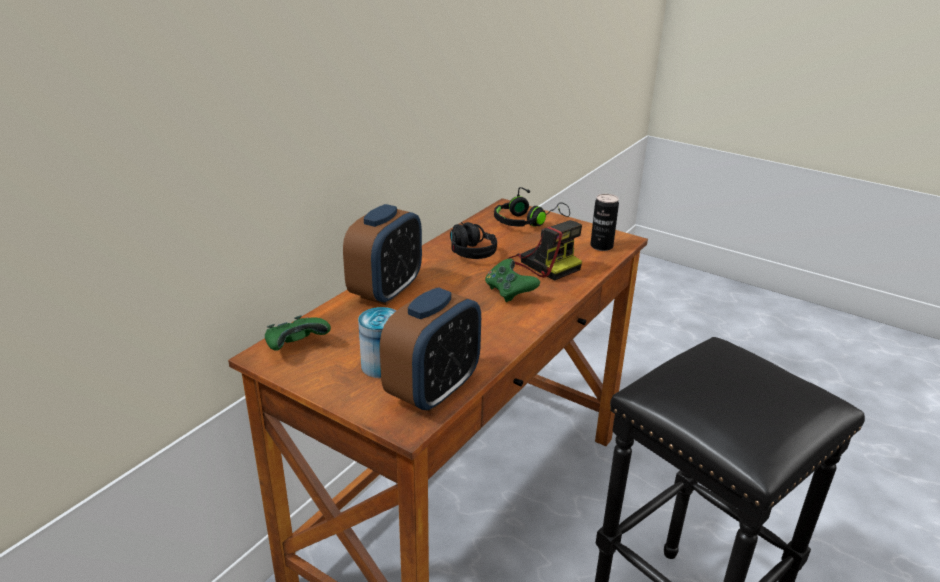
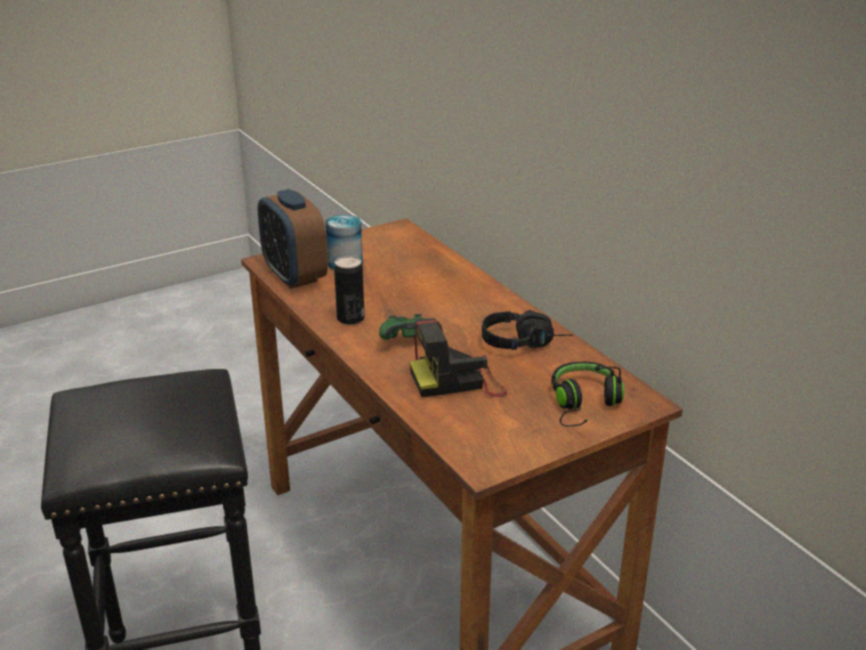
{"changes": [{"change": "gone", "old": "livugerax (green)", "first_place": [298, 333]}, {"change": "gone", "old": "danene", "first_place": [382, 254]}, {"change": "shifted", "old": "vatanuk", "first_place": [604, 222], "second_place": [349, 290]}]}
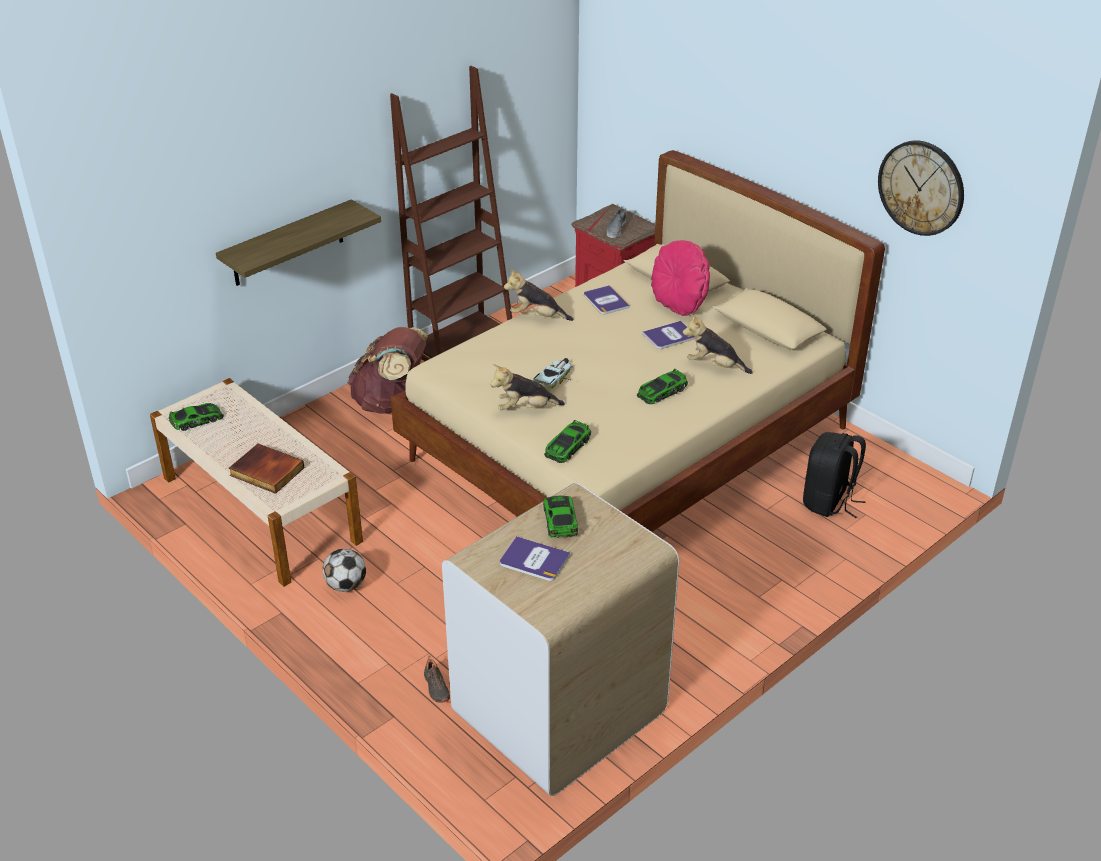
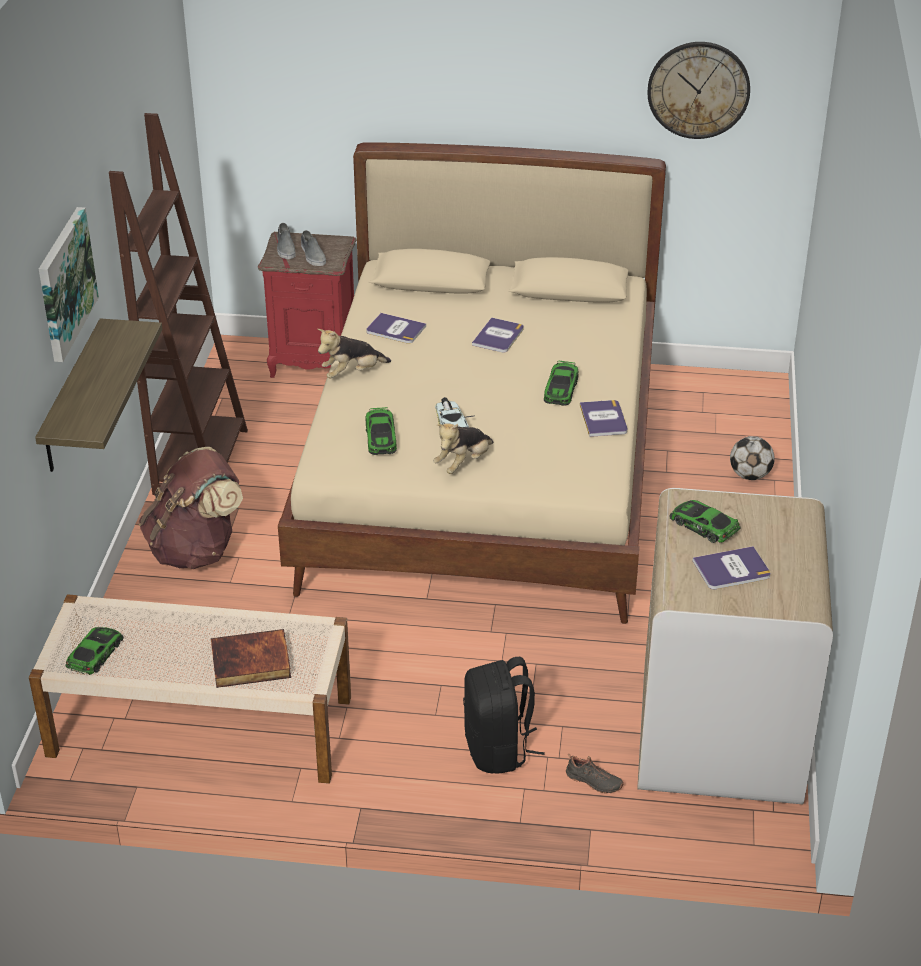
{"changes": [{"change": "shifted", "old": "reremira", "first_place": [344, 570], "second_place": [752, 458]}, {"change": "shifted", "old": "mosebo", "first_place": [567, 441], "second_place": [381, 431]}, {"change": "gone", "old": "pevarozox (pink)", "first_place": [680, 278]}, {"change": "gone", "old": "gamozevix", "first_place": [718, 344]}, {"change": "shifted", "old": "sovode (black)", "first_place": [834, 475], "second_place": [504, 715]}, {"change": "new", "new": "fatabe", "second_place": [69, 284]}, {"change": "new", "new": "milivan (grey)", "second_place": [286, 241]}, {"change": "new", "new": "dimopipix", "second_place": [604, 418]}]}
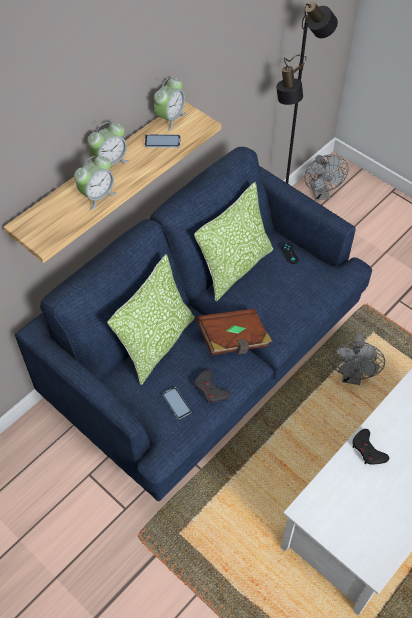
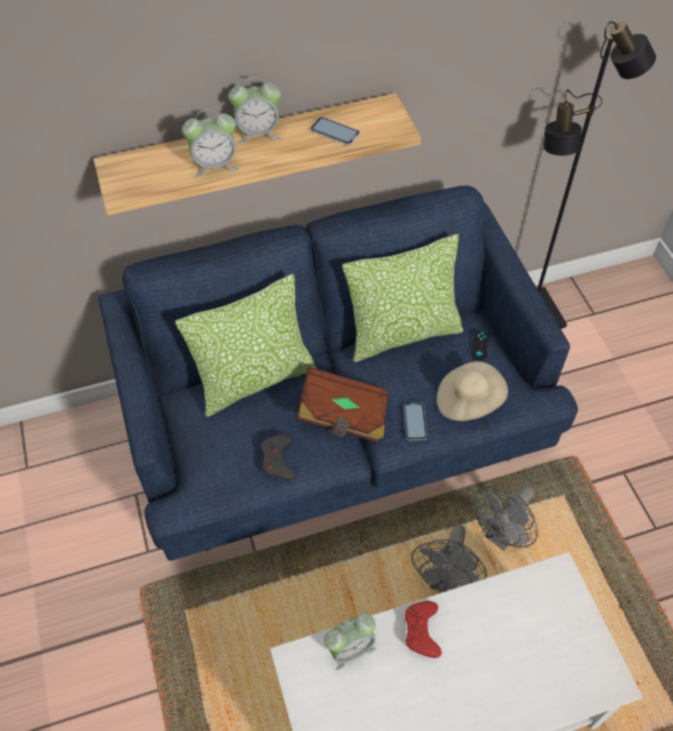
{"changes": [{"change": "shifted", "old": "danene", "first_place": [170, 104], "second_place": [350, 641]}, {"change": "shifted", "old": "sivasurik", "first_place": [177, 403], "second_place": [415, 422]}, {"change": "shifted", "old": "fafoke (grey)", "first_place": [326, 177], "second_place": [449, 558]}, {"change": "repainted", "old": "livugerax (black)", "new": "livugerax (red)", "first_place": [370, 447], "second_place": [423, 629]}, {"change": "new", "new": "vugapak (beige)", "second_place": [472, 391]}]}
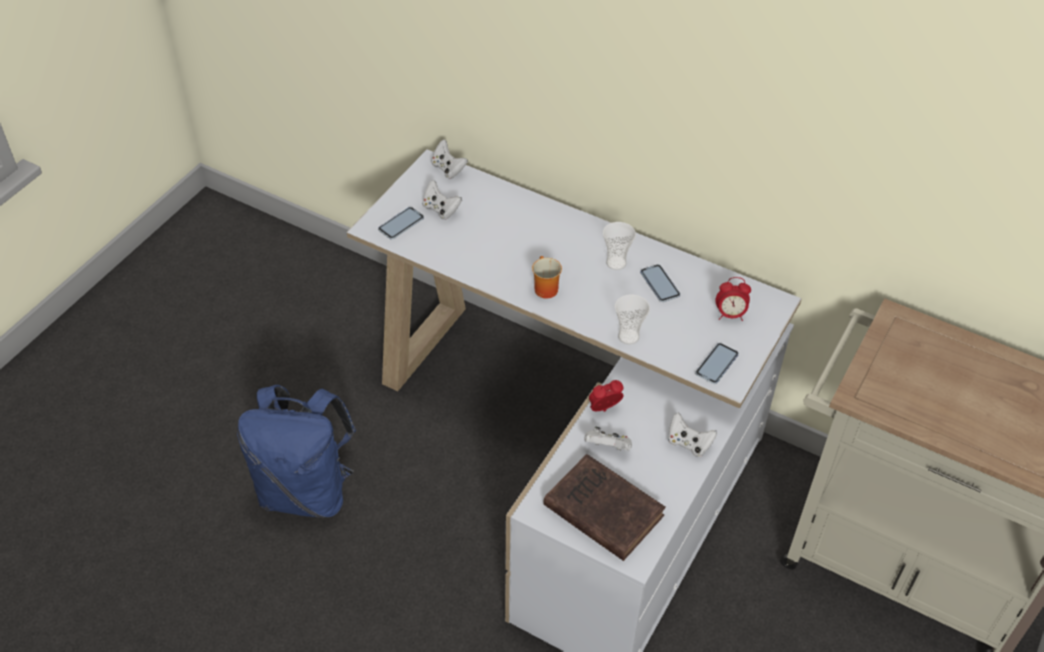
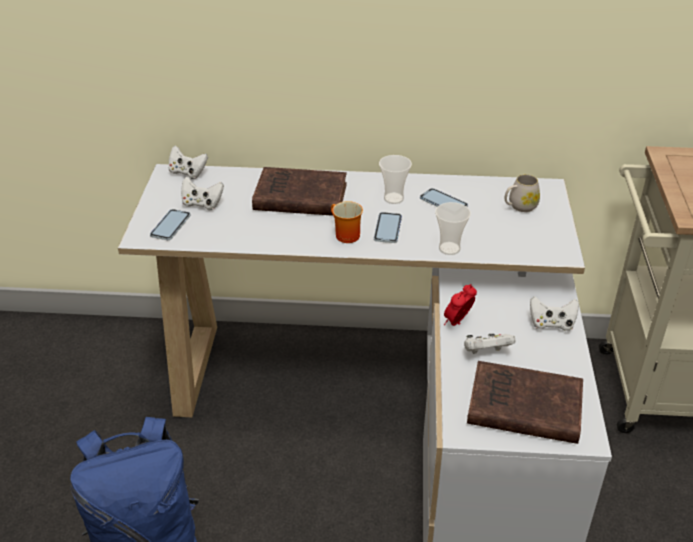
{"changes": [{"change": "shifted", "old": "sivasurik", "first_place": [717, 363], "second_place": [388, 227]}, {"change": "swapped", "old": "danene", "new": "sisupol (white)", "first_place": [733, 299], "second_place": [522, 193]}, {"change": "new", "new": "dimopipix (brown)", "second_place": [299, 191]}]}
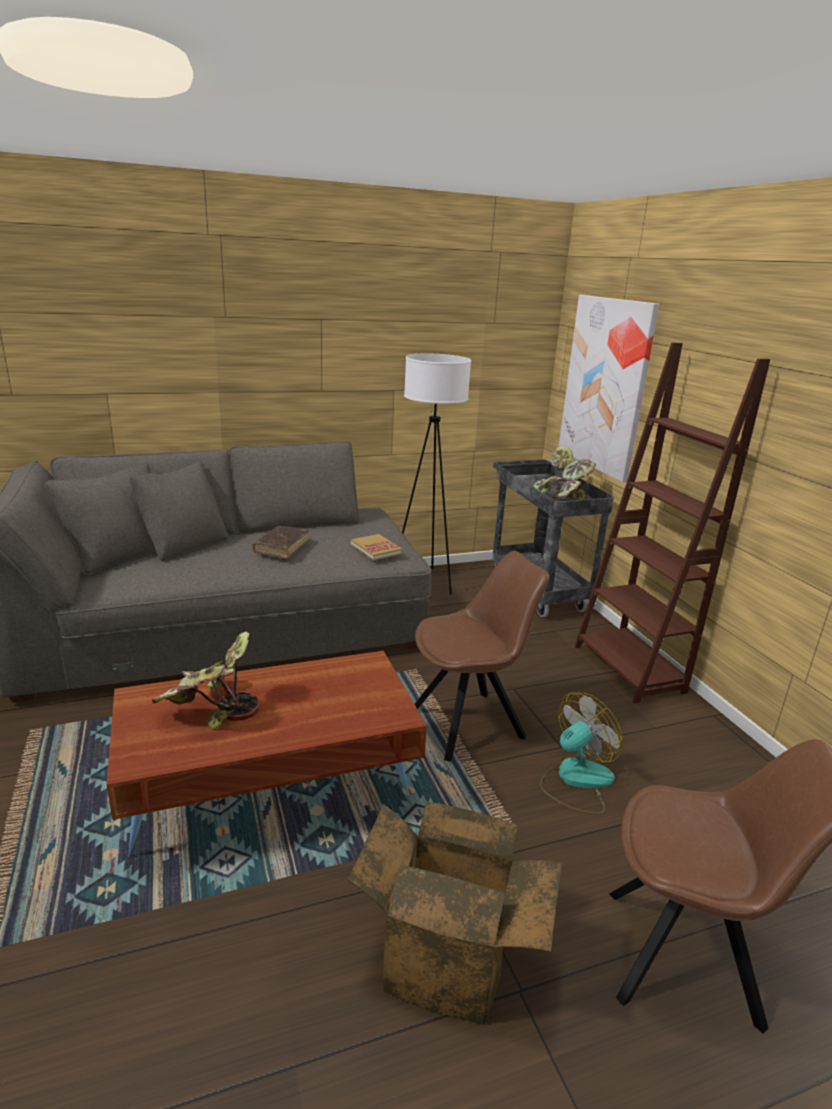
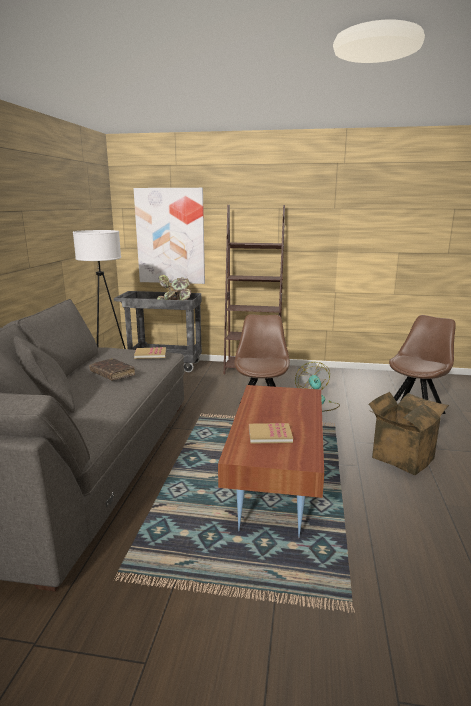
{"changes": [{"change": "swapped", "old": "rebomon", "new": "dimopipix", "first_place": [206, 680], "second_place": [271, 433]}]}
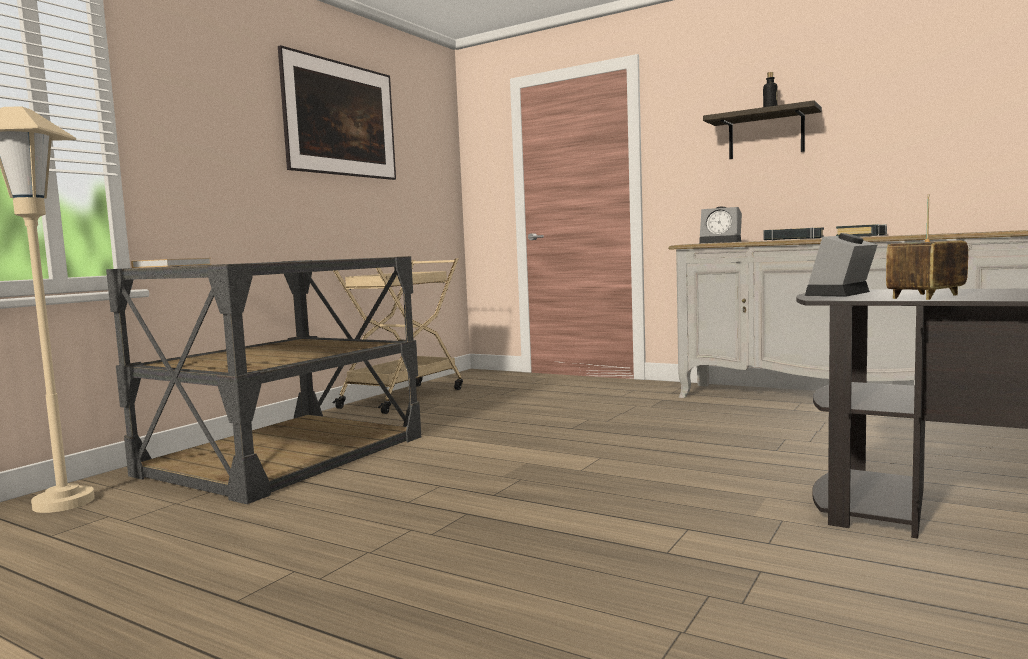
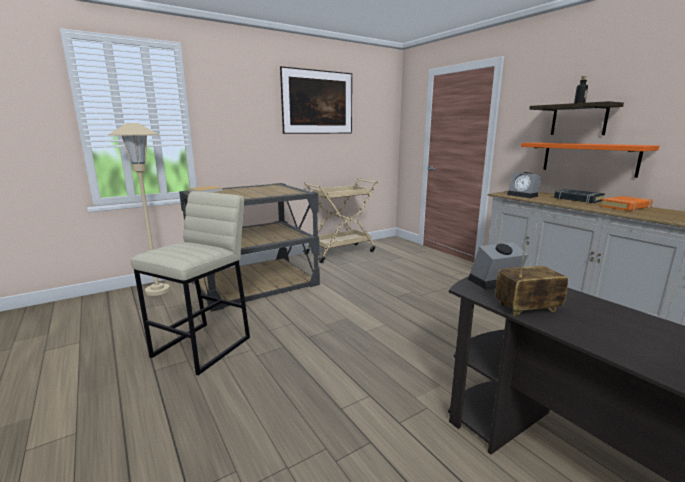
{"changes": [{"change": "repainted", "old": "dimopipix (black)", "new": "dimopipix (orange)", "first_place": [861, 230], "second_place": [627, 203]}, {"change": "new", "new": "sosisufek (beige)", "second_place": [190, 283]}, {"change": "new", "new": "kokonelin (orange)", "second_place": [590, 160]}]}
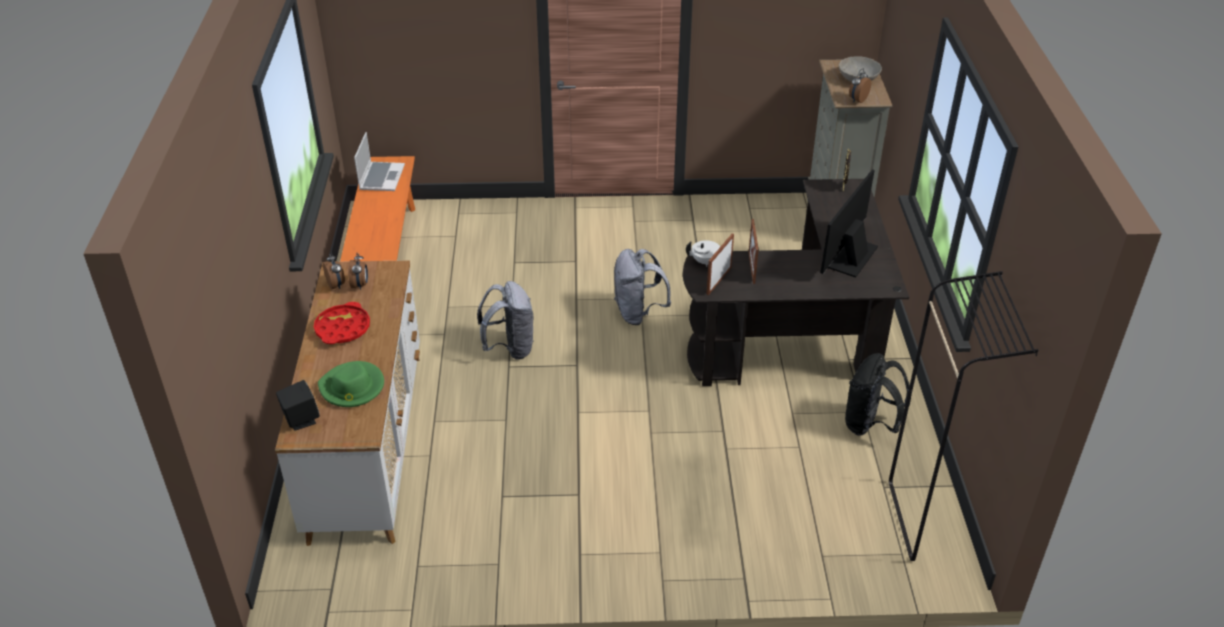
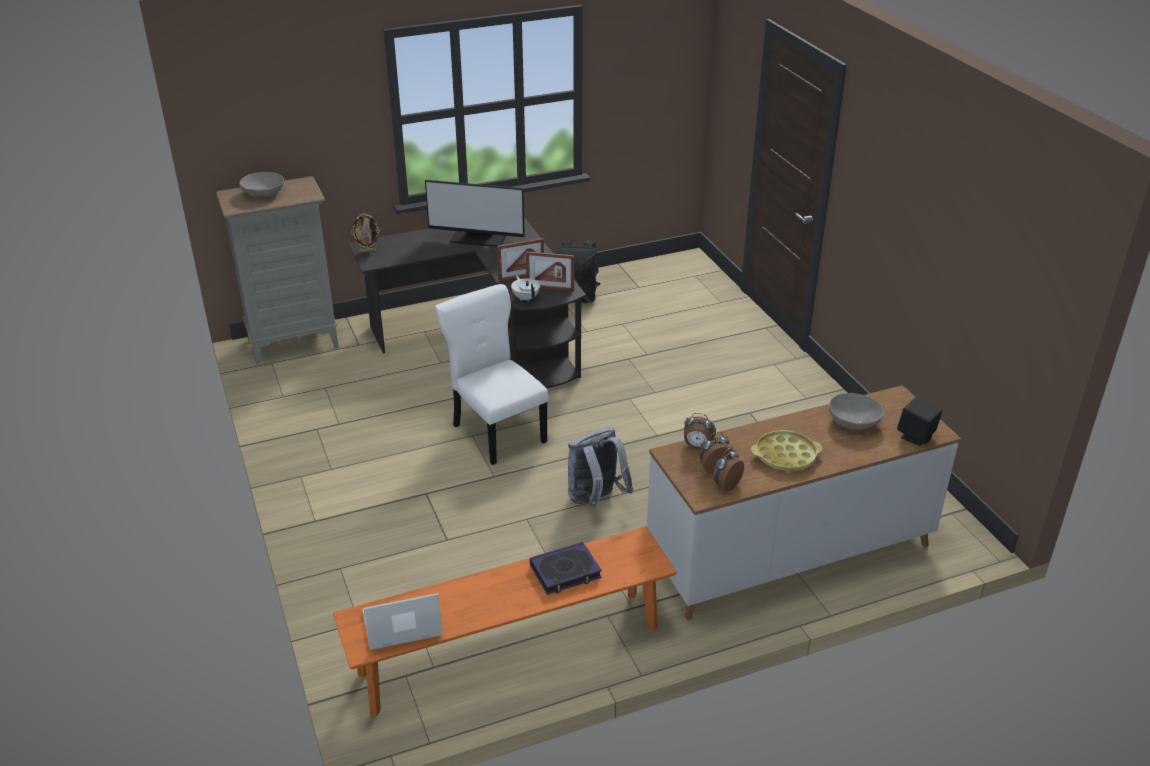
{"changes": [{"change": "repainted", "old": "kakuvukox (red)", "new": "kakuvukox (yellow)", "first_place": [342, 323], "second_place": [787, 450]}, {"change": "swapped", "old": "vugapak (green)", "new": "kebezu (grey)", "first_place": [351, 384], "second_place": [856, 411]}, {"change": "swapped", "old": "sovode (grey)", "new": "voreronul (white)", "first_place": [642, 287], "second_place": [492, 374]}, {"change": "shifted", "old": "danene", "first_place": [860, 85], "second_place": [700, 431]}, {"change": "gone", "old": "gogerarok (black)", "first_place": [963, 416]}, {"change": "new", "new": "dimopipix", "second_place": [566, 568]}]}
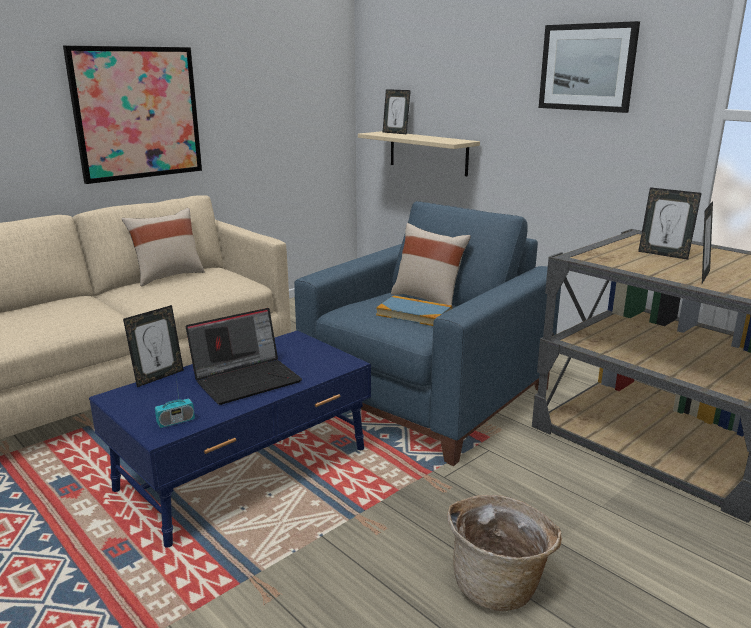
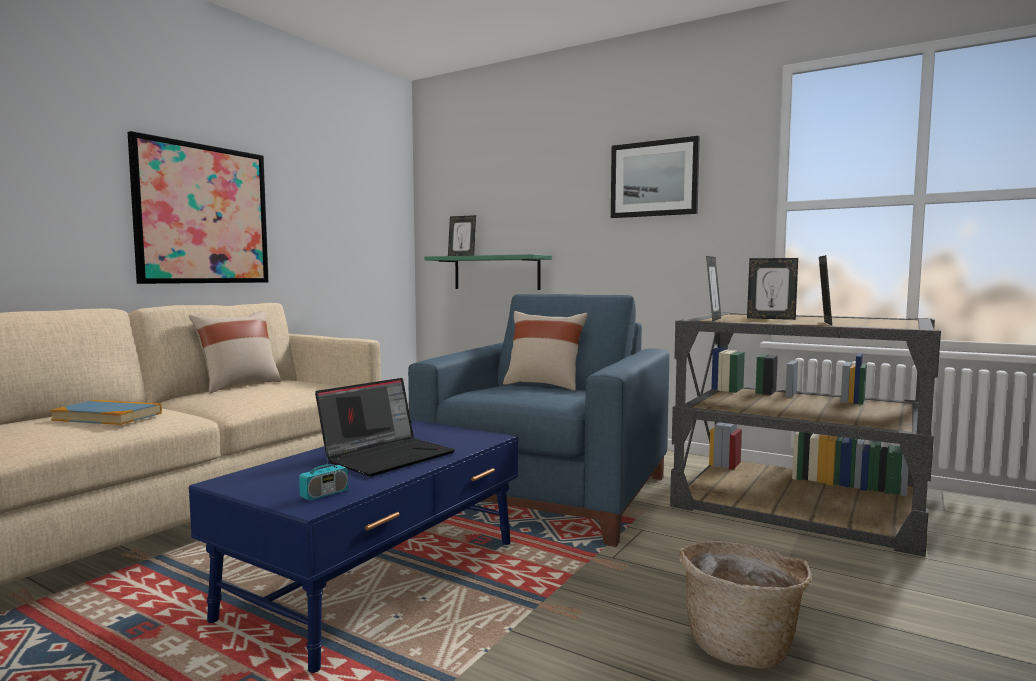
{"changes": [{"change": "shifted", "old": "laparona", "first_place": [153, 346], "second_place": [713, 288]}, {"change": "repainted", "old": "kokonelin (beige)", "new": "kokonelin (green)", "first_place": [419, 153], "second_place": [488, 272]}, {"change": "shifted", "old": "dimopipix", "first_place": [414, 311], "second_place": [106, 412]}]}
